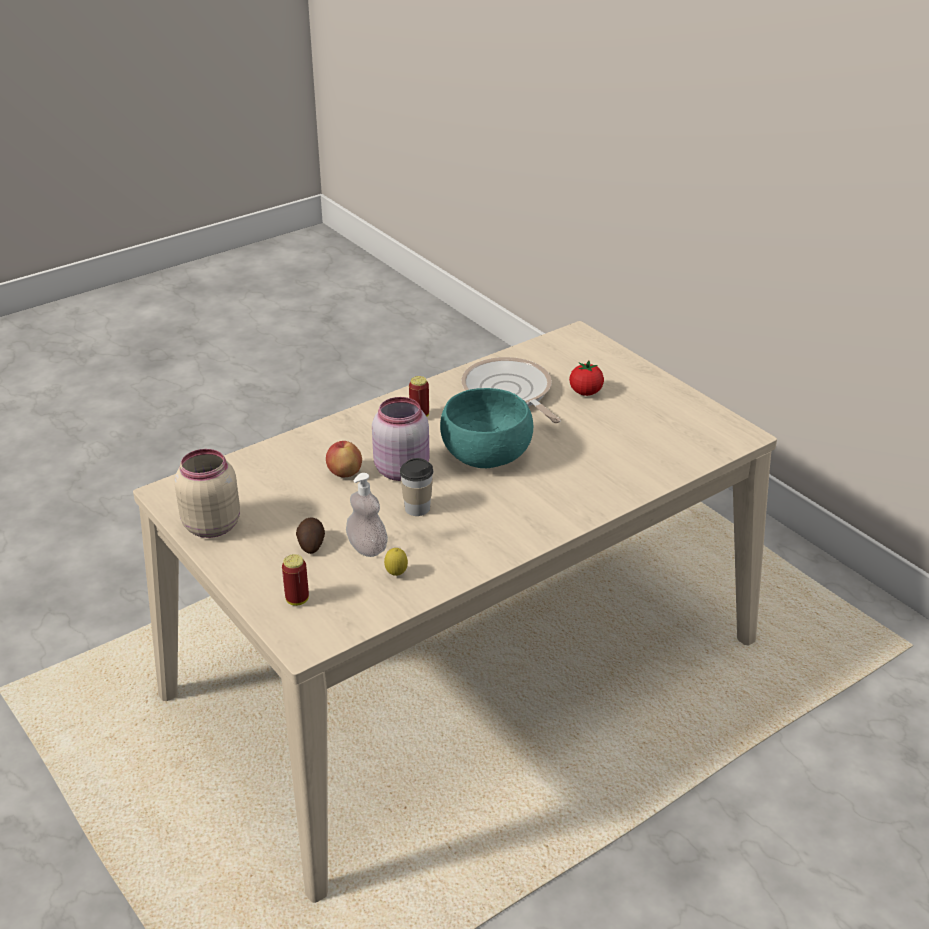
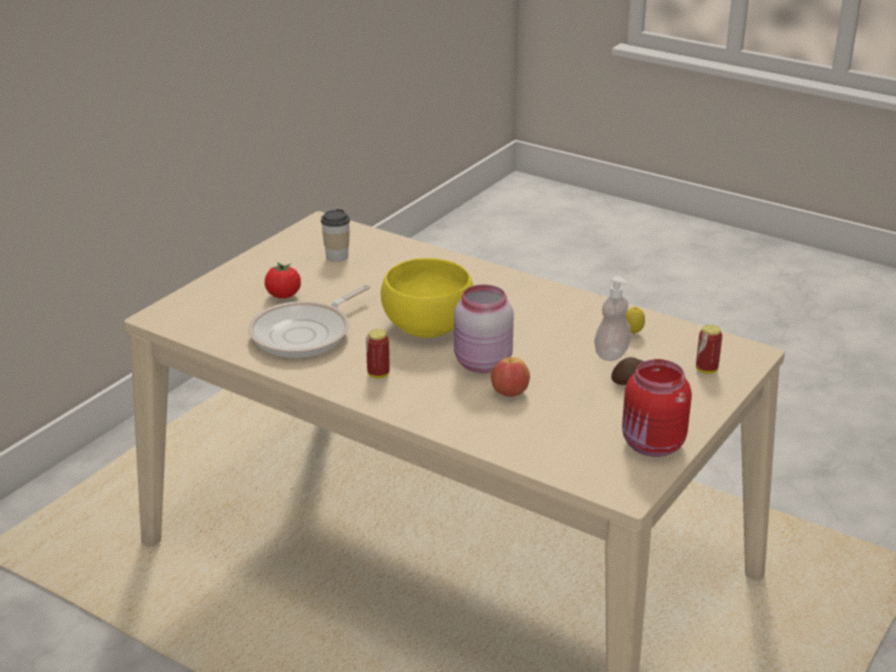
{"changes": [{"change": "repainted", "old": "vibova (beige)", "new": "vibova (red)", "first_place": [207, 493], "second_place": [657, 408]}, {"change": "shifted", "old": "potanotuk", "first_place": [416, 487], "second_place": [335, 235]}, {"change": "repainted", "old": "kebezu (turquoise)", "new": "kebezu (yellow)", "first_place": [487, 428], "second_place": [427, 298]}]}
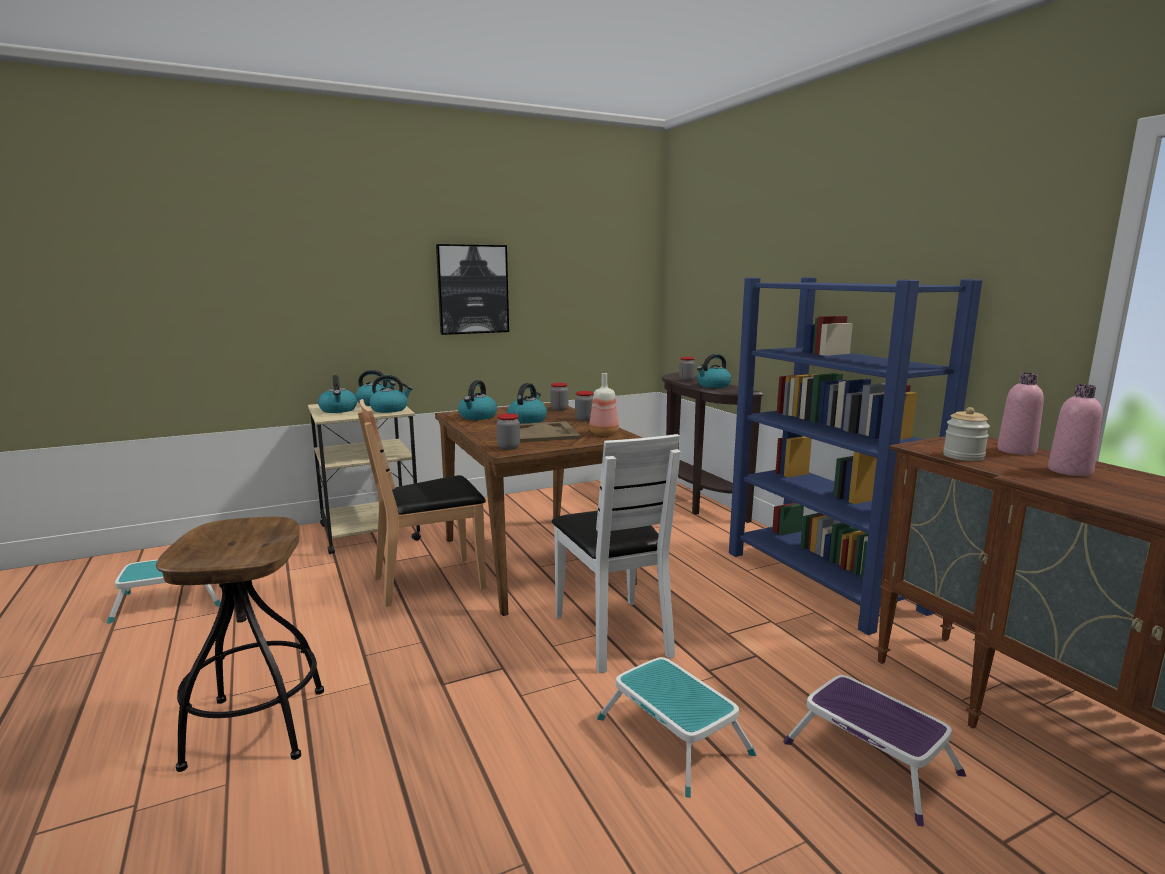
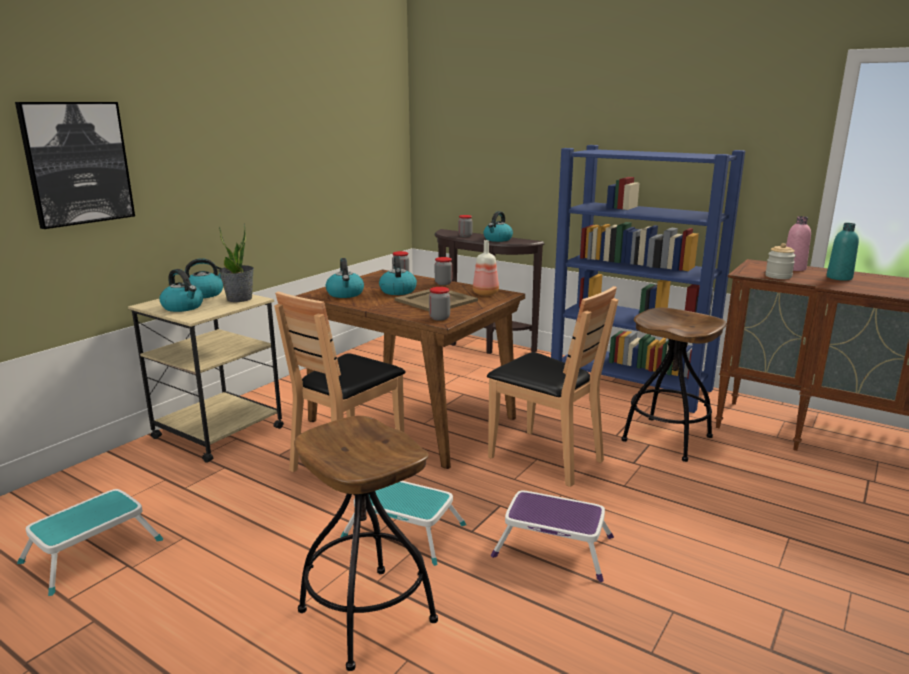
{"changes": [{"change": "swapped", "old": "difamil", "new": "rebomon", "first_place": [391, 394], "second_place": [236, 262]}, {"change": "shifted", "old": "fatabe", "first_place": [472, 289], "second_place": [75, 165]}, {"change": "repainted", "old": "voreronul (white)", "new": "voreronul (brown)", "first_place": [616, 553], "second_place": [552, 386]}, {"change": "shifted", "old": "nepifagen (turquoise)", "first_place": [676, 727], "second_place": [403, 523]}, {"change": "shifted", "old": "nepifagen (purple)", "first_place": [874, 750], "second_place": [552, 536]}, {"change": "repainted", "old": "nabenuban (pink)", "new": "nabenuban (turquoise)", "first_place": [1075, 430], "second_place": [843, 252]}, {"change": "new", "new": "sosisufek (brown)", "second_place": [674, 384]}]}
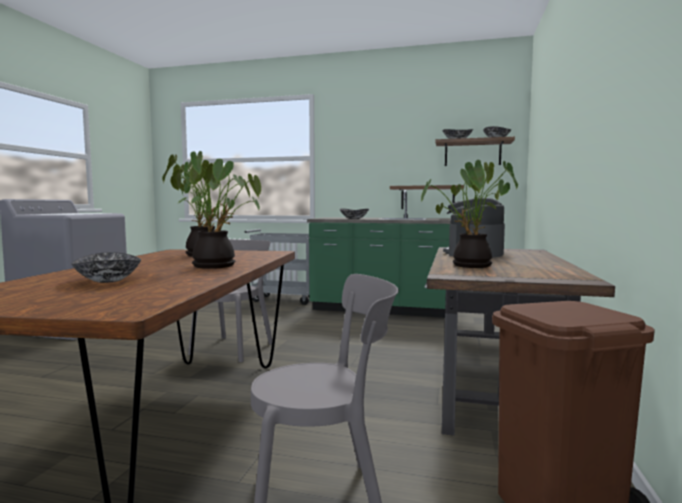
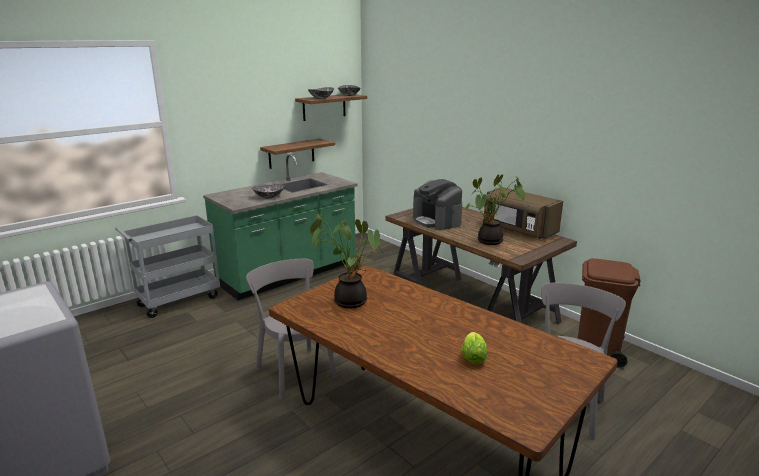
{"changes": [{"change": "swapped", "old": "kebezu", "new": "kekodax", "first_place": [106, 267], "second_place": [474, 348]}, {"change": "gone", "old": "rebomon", "first_place": [211, 210]}, {"change": "new", "new": "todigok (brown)", "second_place": [523, 213]}]}
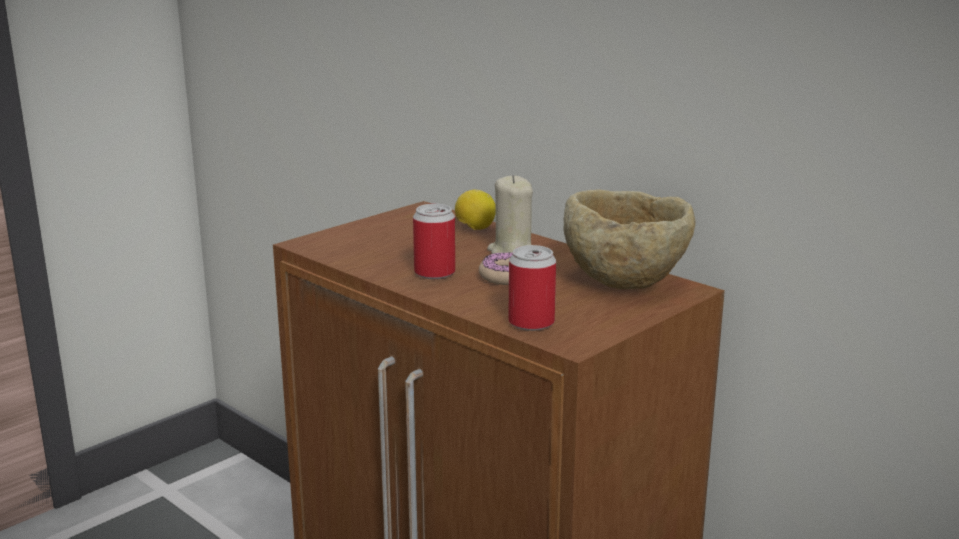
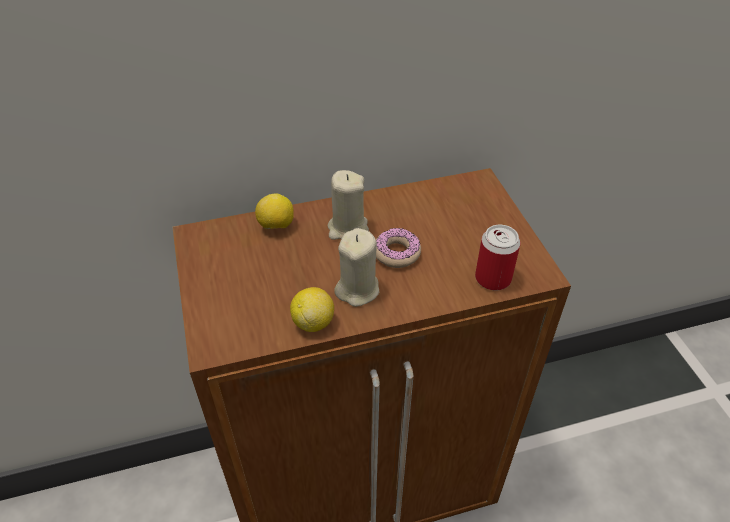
{"changes": [{"change": "swapped", "old": "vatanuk", "new": "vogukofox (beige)", "first_place": [434, 241], "second_place": [357, 267]}, {"change": "gone", "old": "kebezu (beige)", "first_place": [630, 239]}, {"change": "new", "new": "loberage", "second_place": [312, 309]}]}
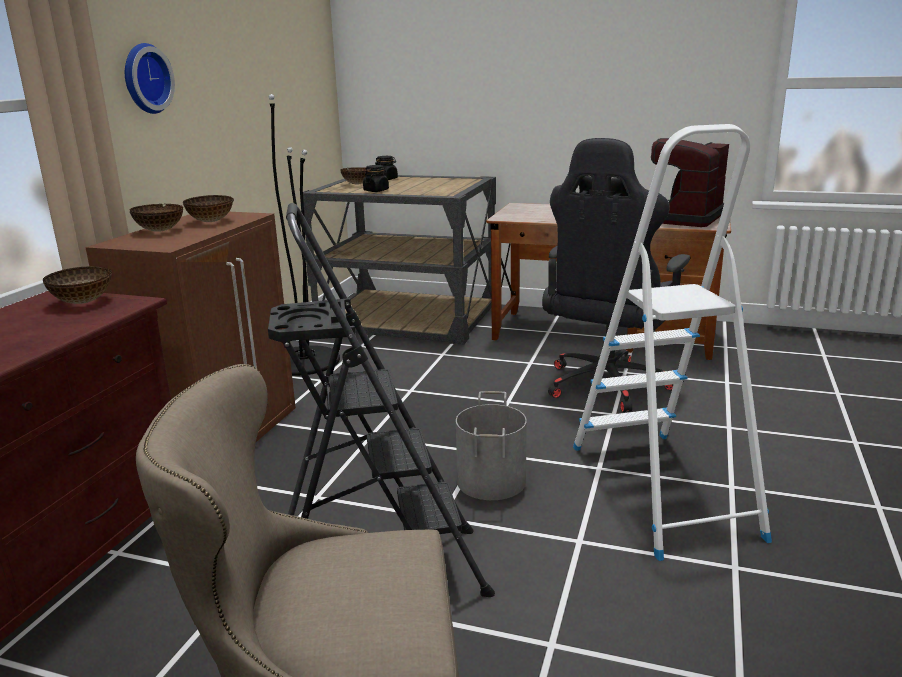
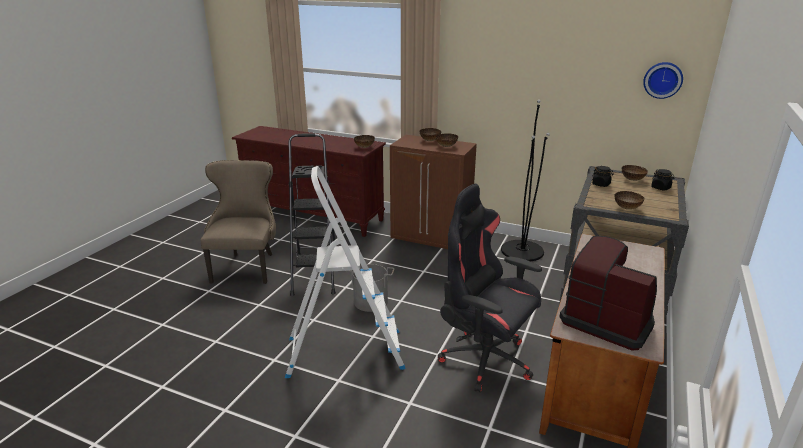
{"changes": [{"change": "shifted", "old": "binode", "first_place": [150, 78], "second_place": [663, 80]}, {"change": "new", "new": "kebezu", "second_place": [629, 200]}]}
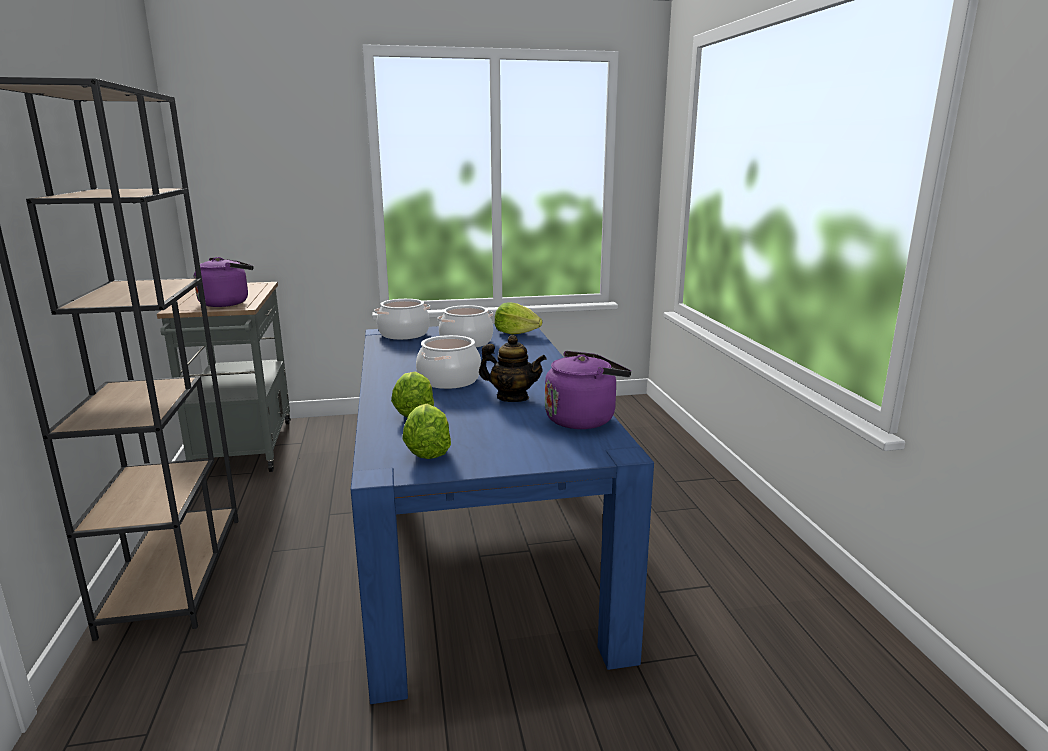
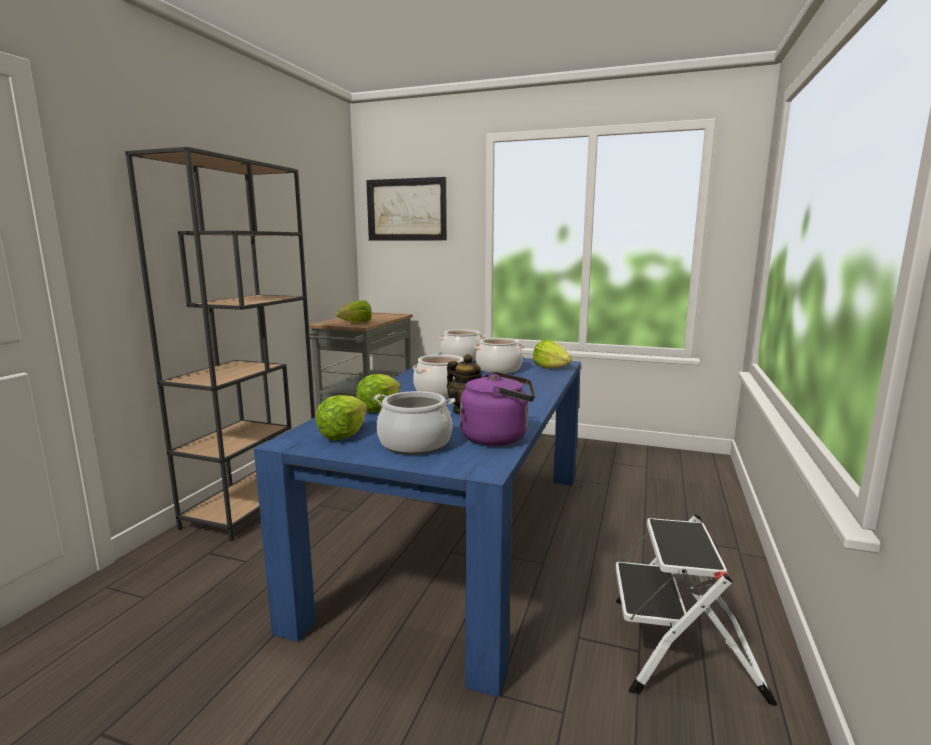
{"changes": [{"change": "swapped", "old": "difamil (purple)", "new": "kekodax", "first_place": [223, 282], "second_place": [354, 311]}, {"change": "new", "new": "fatabe", "second_place": [406, 208]}, {"change": "new", "new": "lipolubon", "second_place": [414, 423]}, {"change": "new", "new": "nepifagen", "second_place": [696, 610]}]}
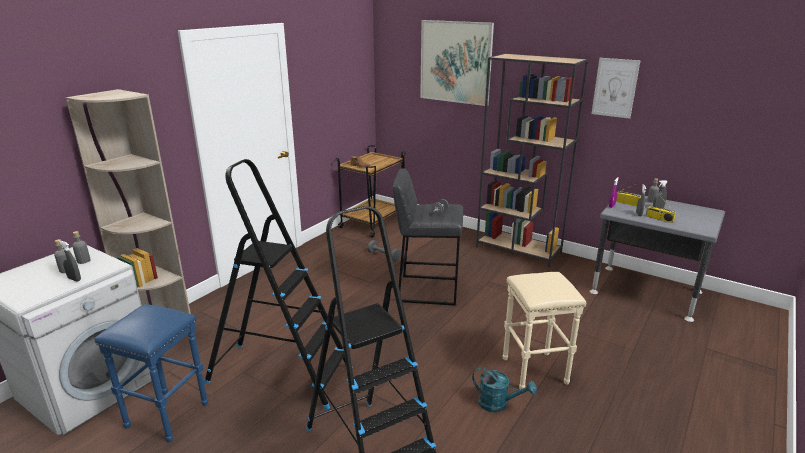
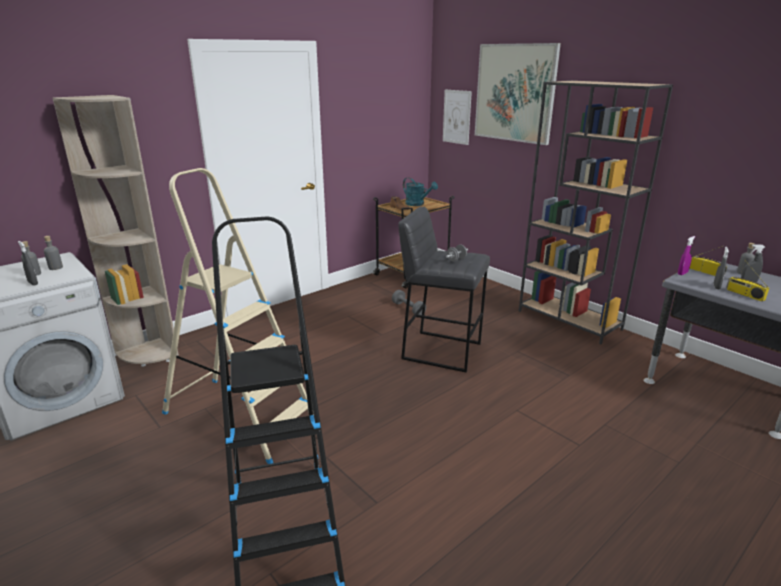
{"changes": [{"change": "gone", "old": "sosisufek (blue)", "first_place": [151, 373]}, {"change": "repainted", "old": "nepifagen (black)", "new": "nepifagen (beige)", "first_place": [278, 284], "second_place": [238, 316]}, {"change": "shifted", "old": "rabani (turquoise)", "first_place": [504, 390], "second_place": [420, 191]}, {"change": "gone", "old": "sosisufek (beige)", "first_place": [544, 331]}, {"change": "shifted", "old": "fatabe", "first_place": [616, 88], "second_place": [457, 117]}]}
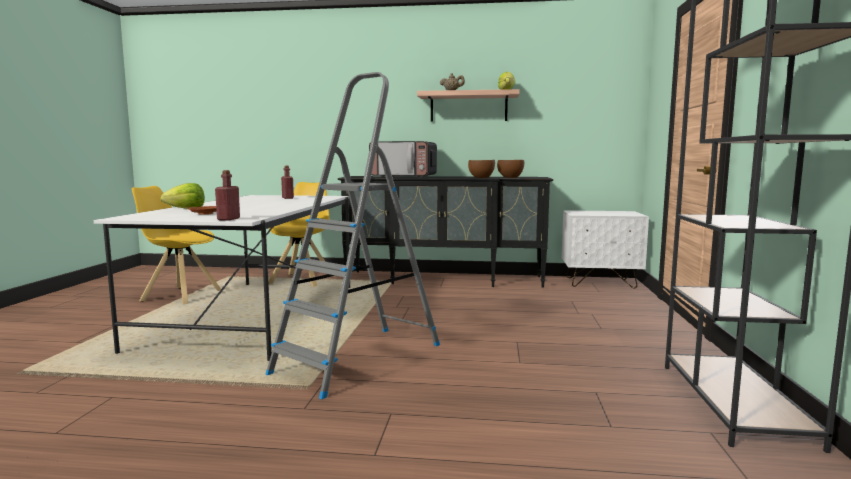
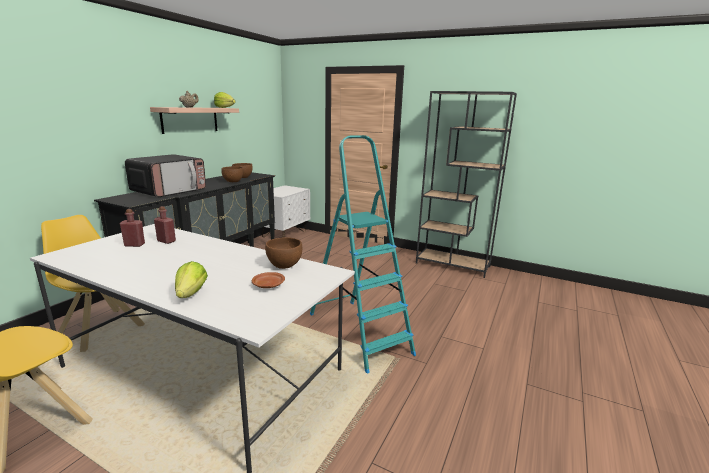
{"changes": [{"change": "shifted", "old": "nabenuban (red)", "first_place": [227, 195], "second_place": [165, 225]}, {"change": "repainted", "old": "nepifagen (grey)", "new": "nepifagen (turquoise)", "first_place": [352, 235], "second_place": [363, 254]}, {"change": "new", "new": "kebezu (brown)", "second_place": [283, 253]}]}
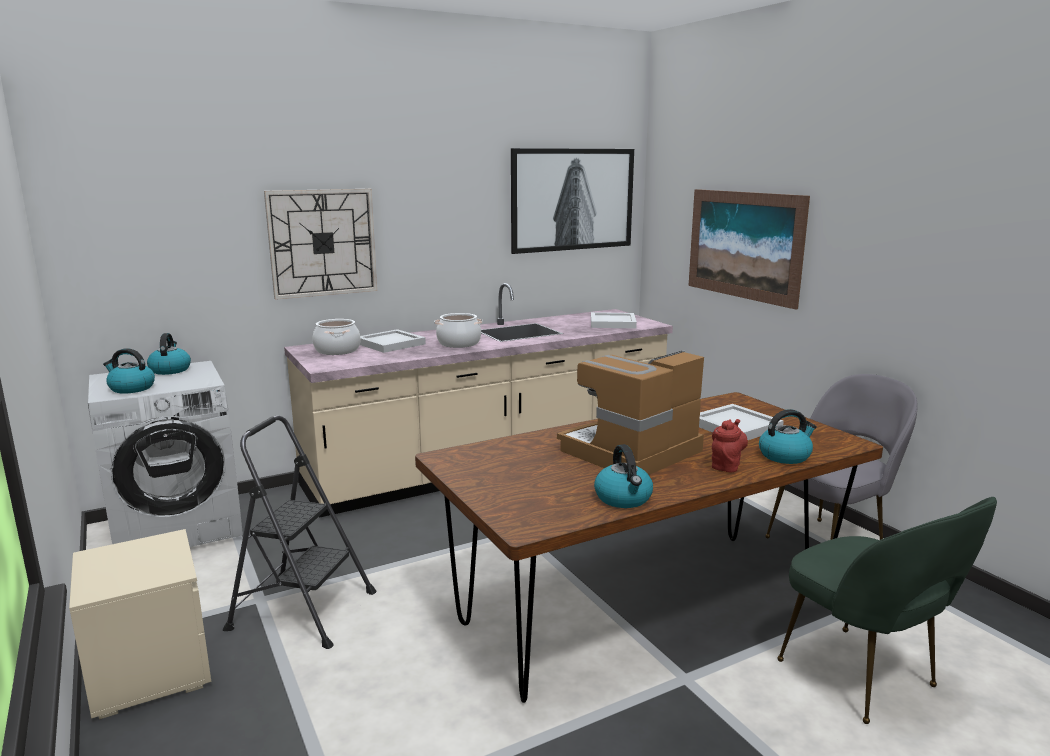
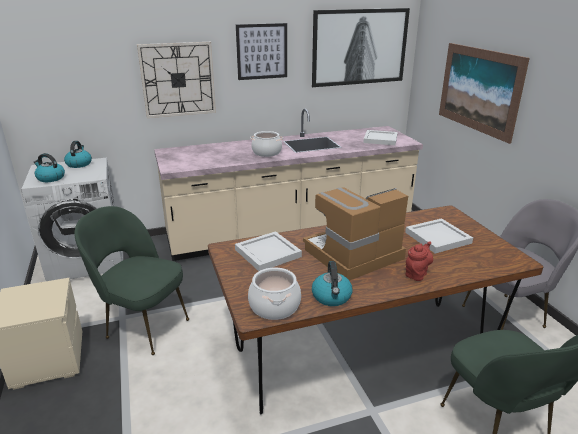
{"changes": [{"change": "swapped", "old": "nepifagen (black)", "new": "voreronul (green)", "first_place": [299, 532], "second_place": [131, 280]}, {"change": "shifted", "old": "lipolubon", "first_place": [336, 337], "second_place": [274, 294]}, {"change": "shifted", "old": "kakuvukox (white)", "first_place": [393, 341], "second_place": [268, 251]}, {"change": "gone", "old": "difamil", "first_place": [788, 436]}, {"change": "new", "new": "fatabe", "second_place": [261, 51]}]}
